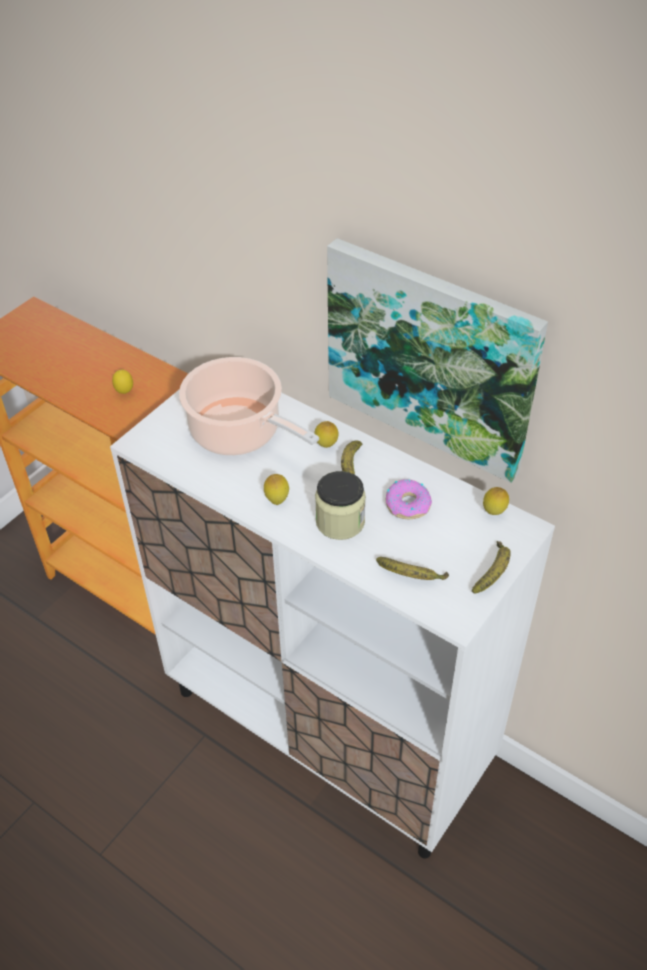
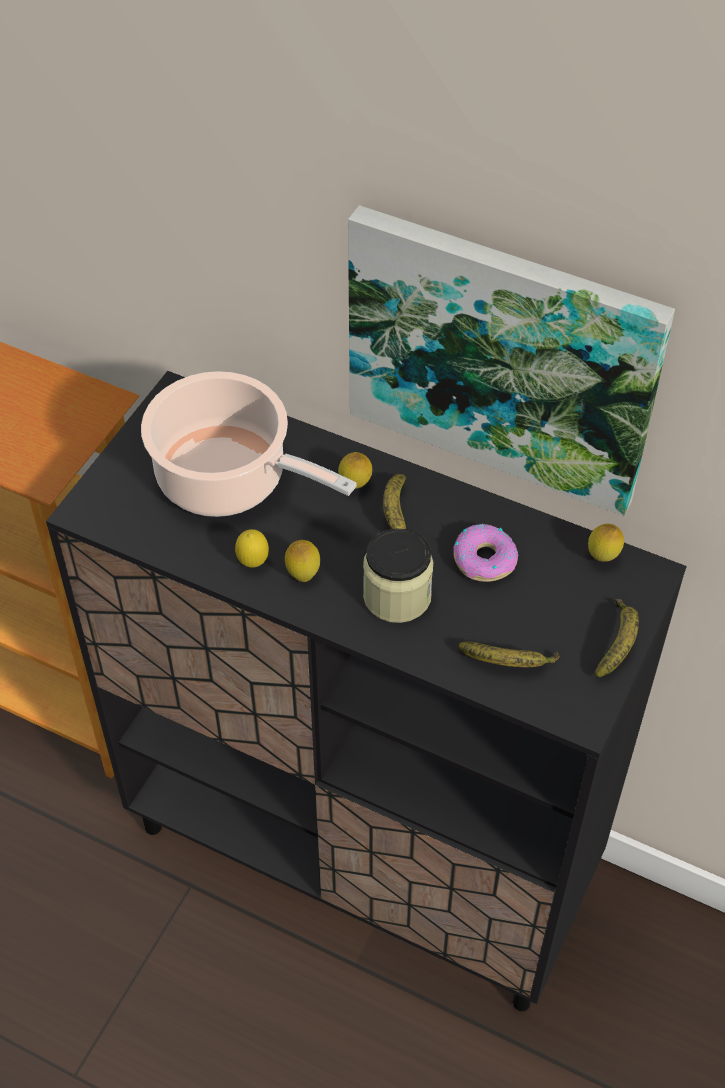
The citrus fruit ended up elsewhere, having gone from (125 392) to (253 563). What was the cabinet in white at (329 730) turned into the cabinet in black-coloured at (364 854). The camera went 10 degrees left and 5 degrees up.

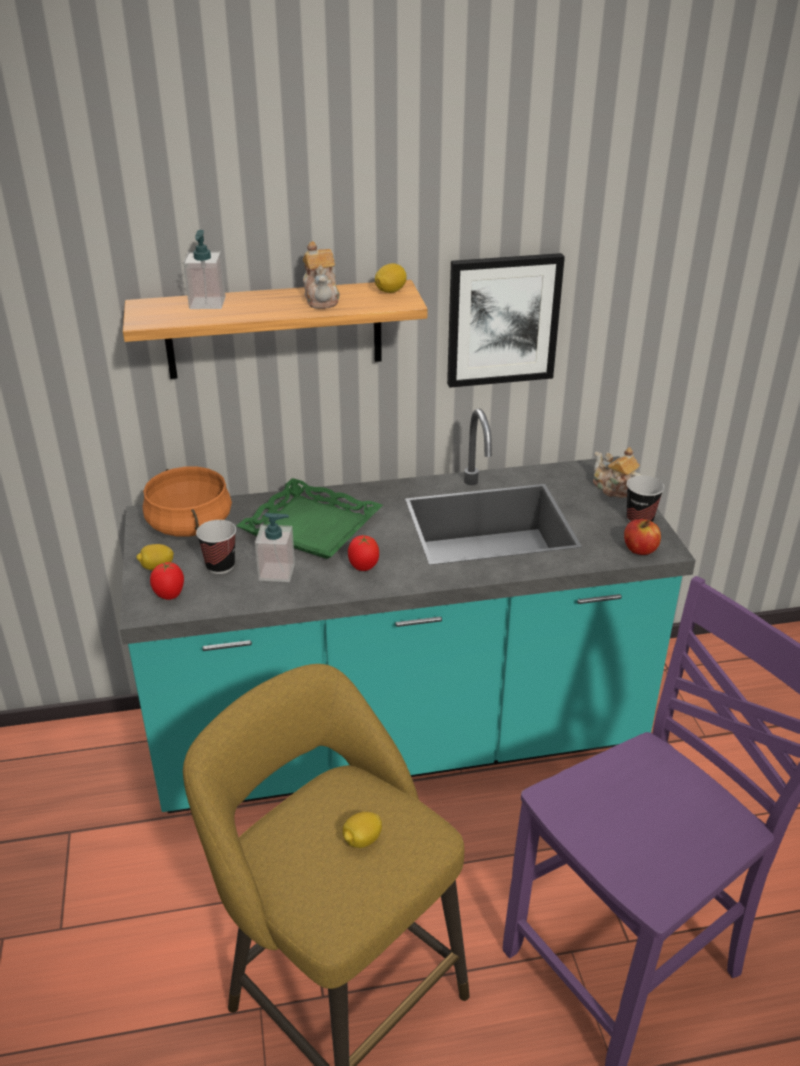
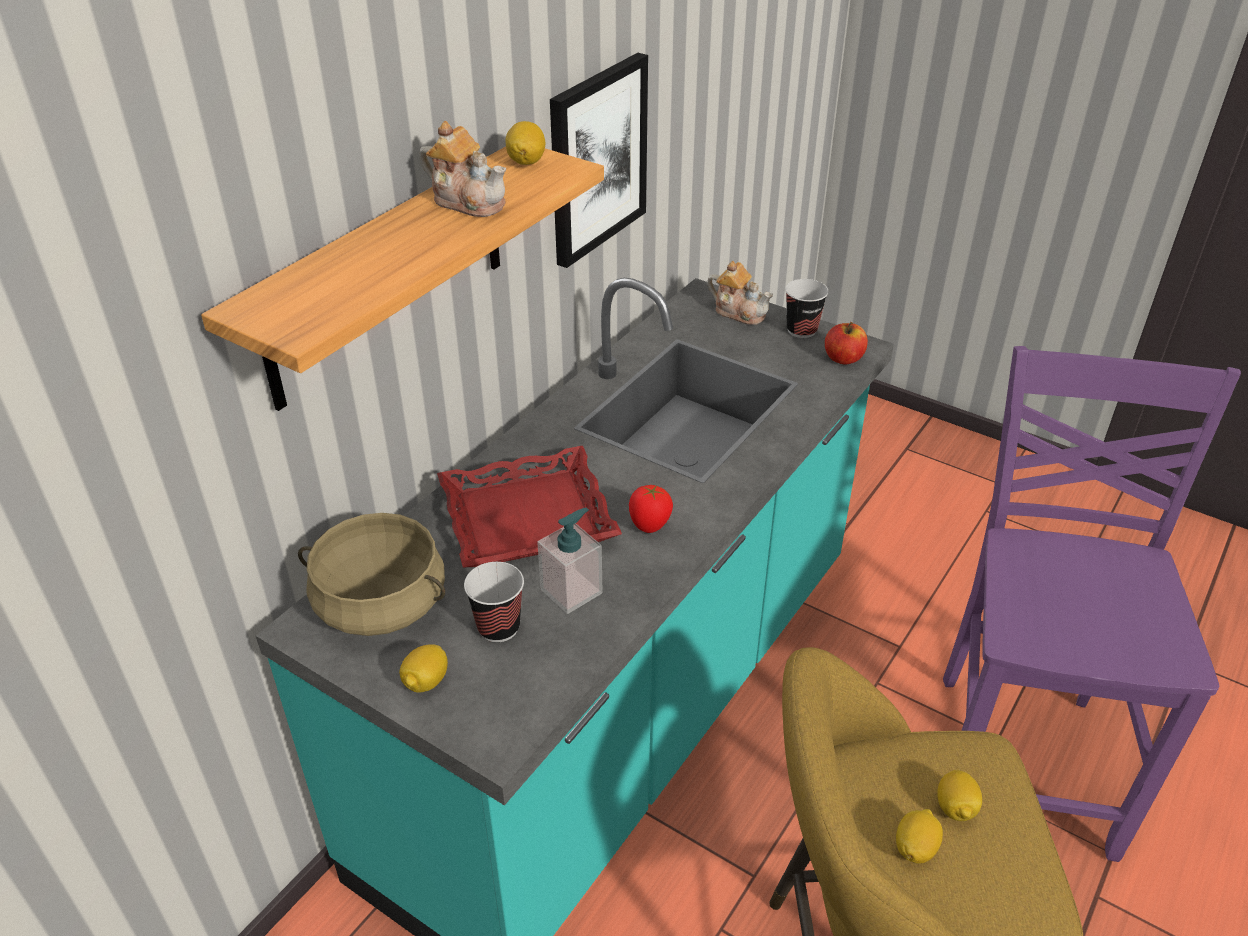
The second view lost the soap bottle at (207 303). The pot for tea at (614 488) ended up facing another way, 150 degrees counterclockwise from before. What was the stockpot in orange-coloured at (189 524) turned into the stockpot in beige at (380 604). What was the serving tray in green-coloured at (310 527) turned into the serving tray in red-coloured at (527 519). The second view lost the tomato at (170 596). The second view gained the citrus fruit at (915 848). The camera went 45 degrees left and 5 degrees up.

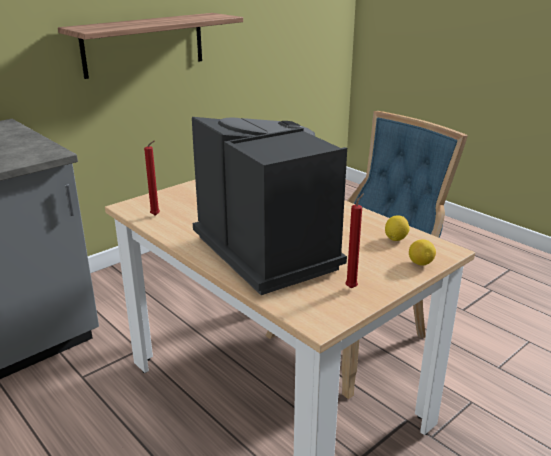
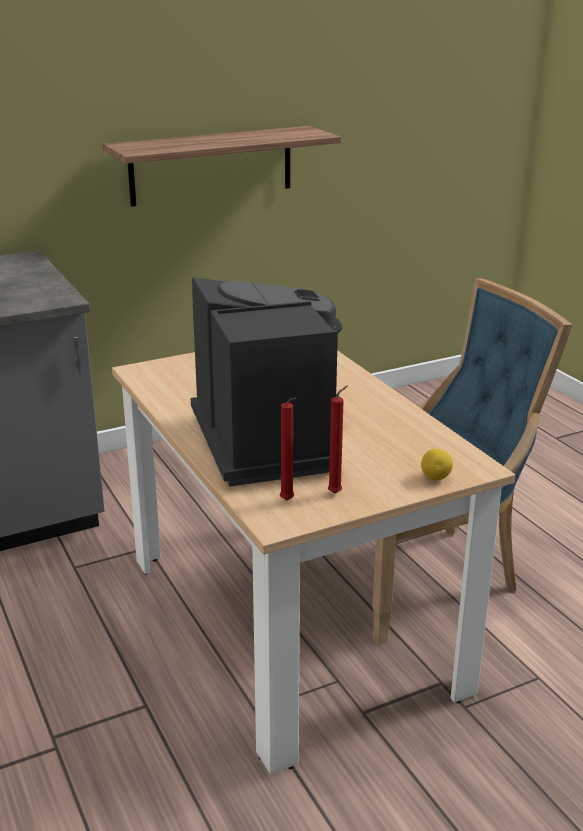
The wax light in red-coloured ended up elsewhere, having gone from (156 216) to (288 501). The second view lost the citrus fruit at (395 239). The camera went 15 degrees right and 0 degrees up.

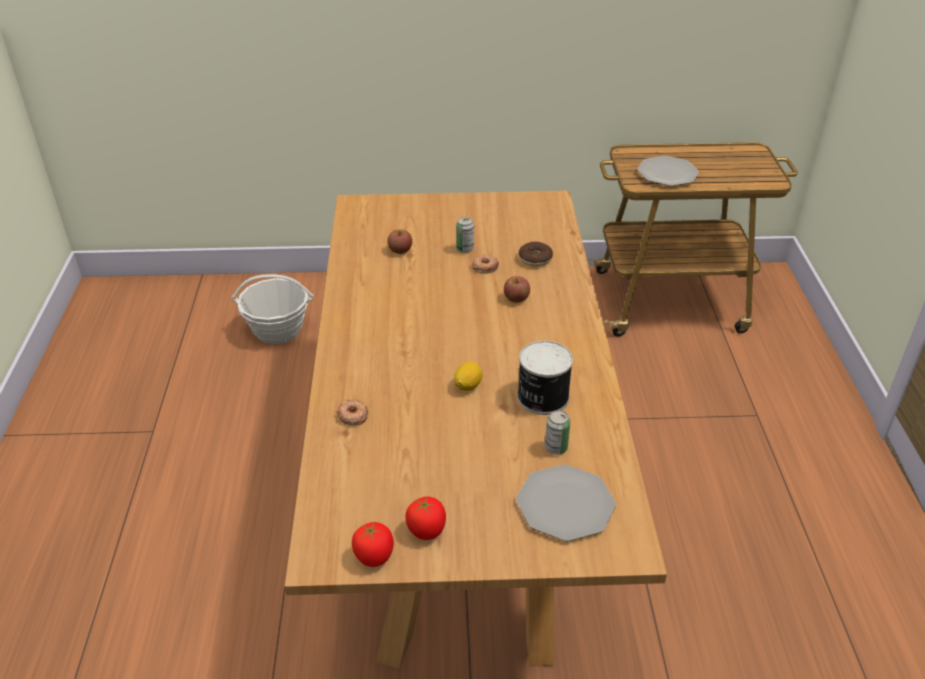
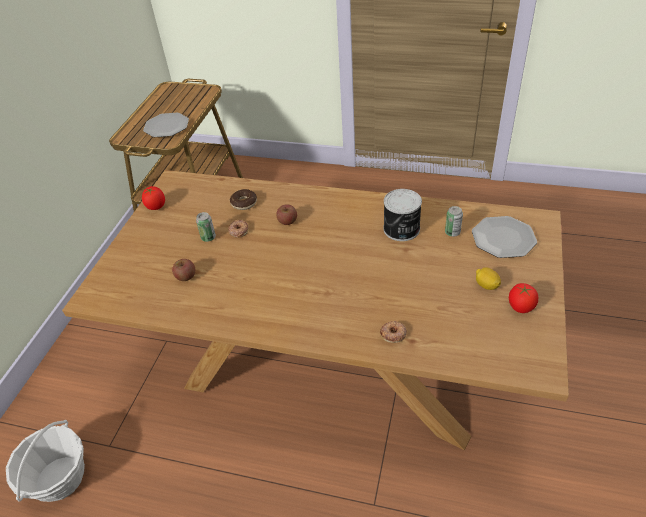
The citrus fruit ended up elsewhere, having gone from (468 385) to (486 285). The tomato ended up elsewhere, having gone from (374 556) to (156 206). The camera went 70 degrees left and 5 degrees up.

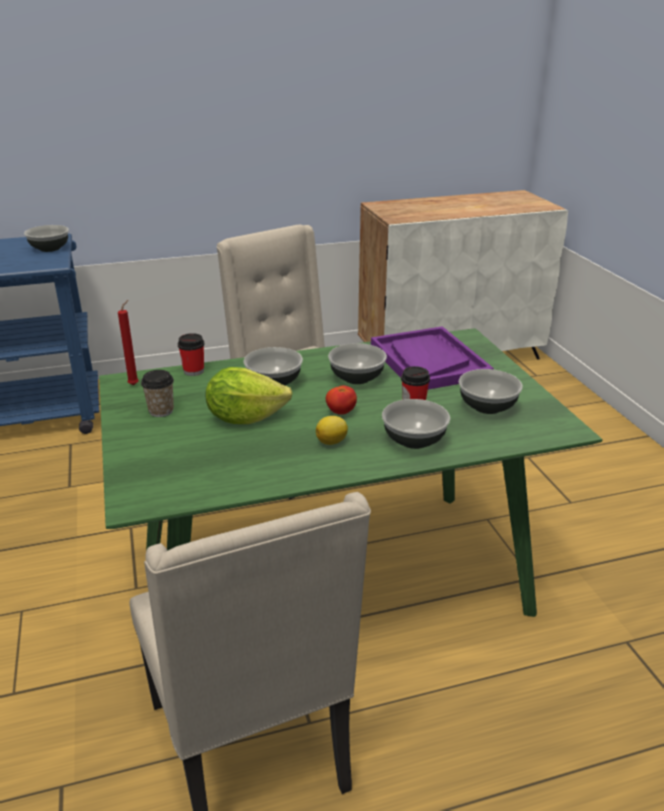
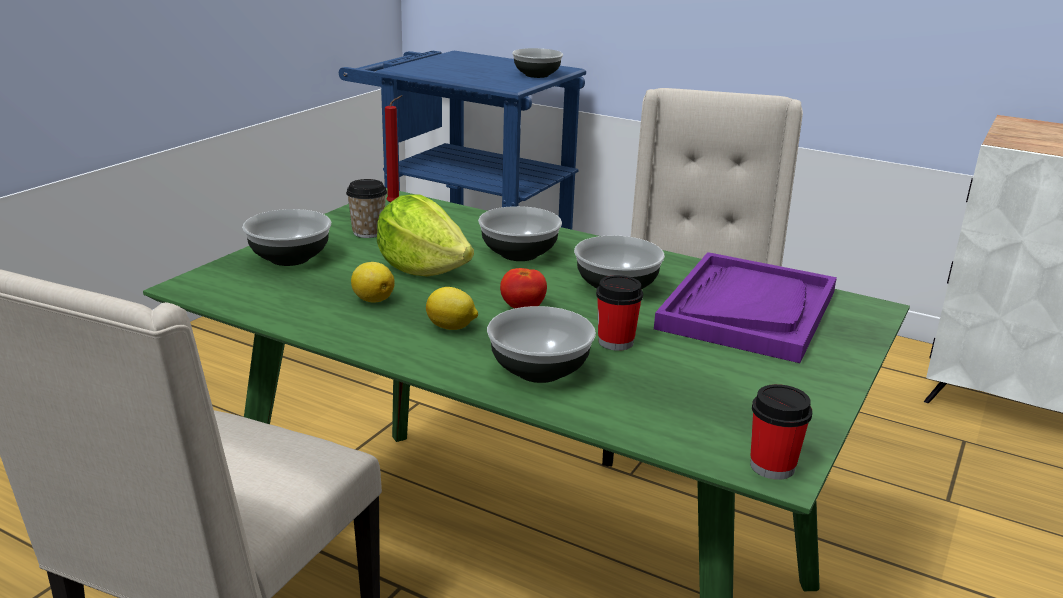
The cup ended up elsewhere, having gone from (193 371) to (772 466). The bowl ended up elsewhere, having gone from (486 406) to (290 258). The second view gained the citrus fruit at (372 299). The camera went 45 degrees right and 5 degrees down.

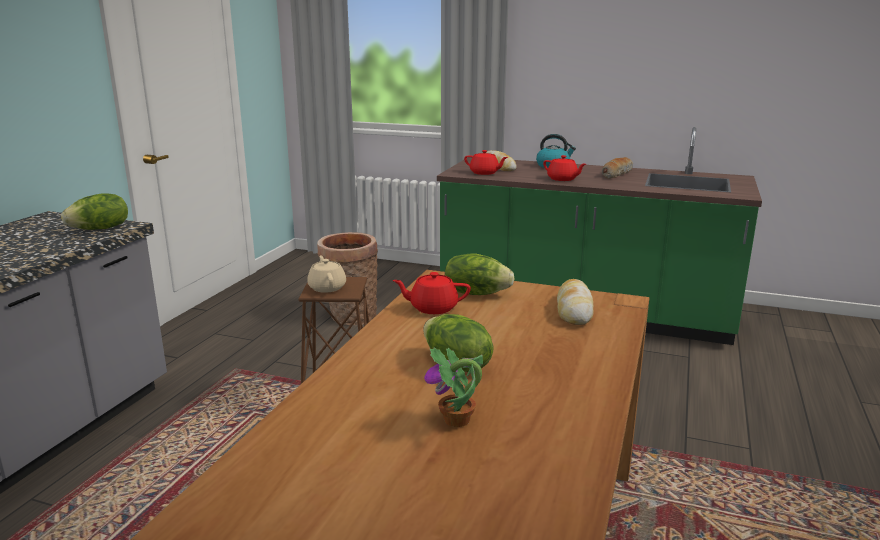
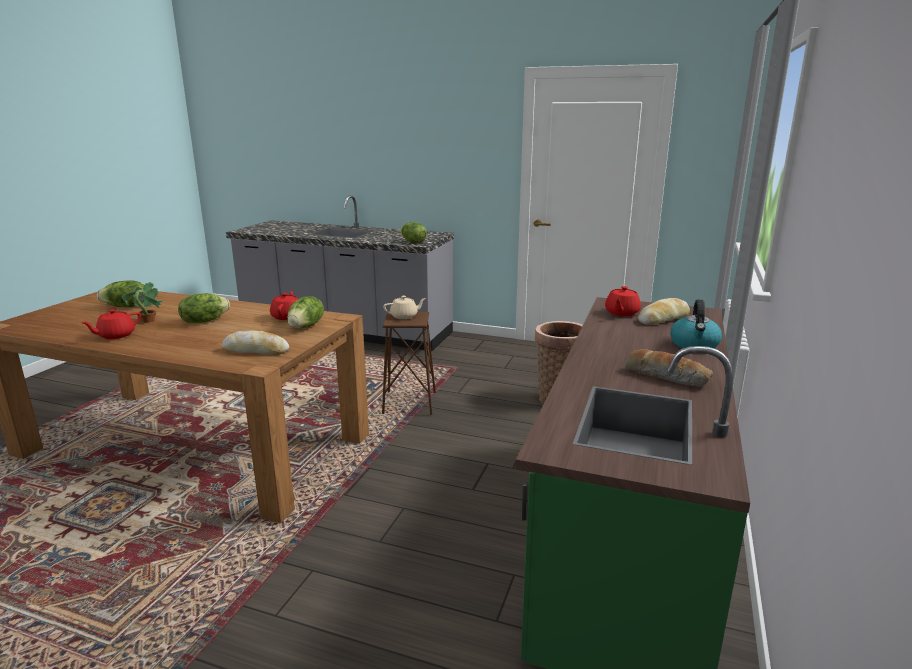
The pot for tea in red-coloured ended up elsewhere, having gone from (562 179) to (115 335). The second view gained the head of lettuce at (126 307). The camera went 90 degrees right and 0 degrees up.

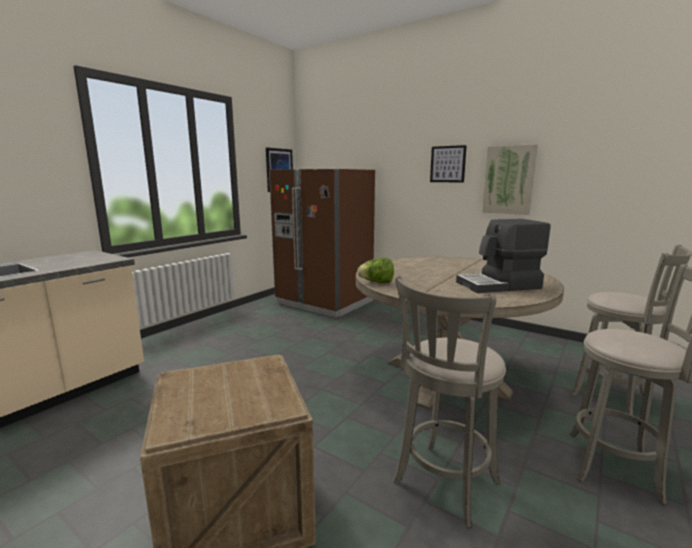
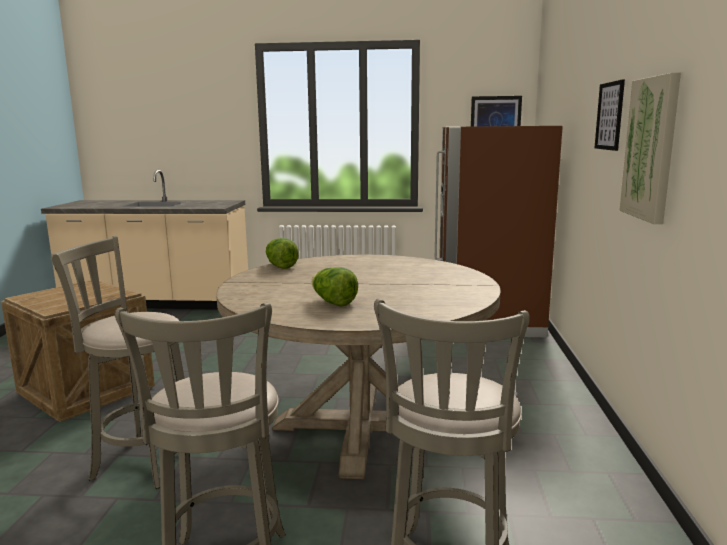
Where the coffee machine stood at (499 285), the head of lettuce came to stand at (333 302). The camera went 60 degrees right and 0 degrees up.

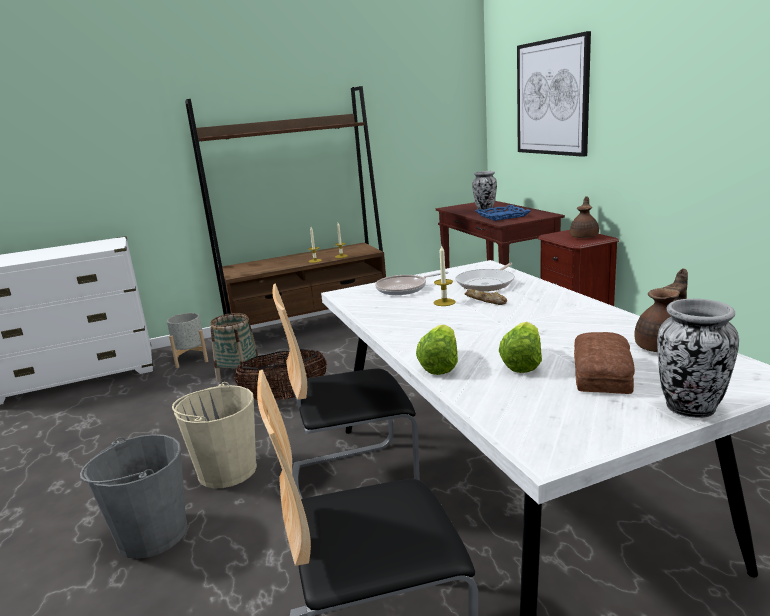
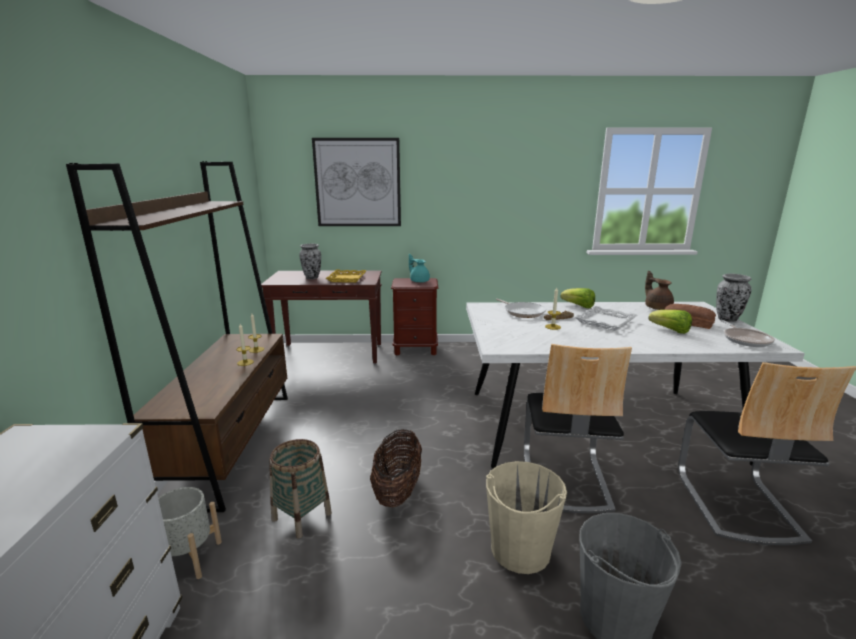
What was the pot for tea in brown-coloured at (584 236) turned into the pot for tea in turquoise-coloured at (419 281). What was the serving tray in blue at (502 216) turned into the serving tray in yellow at (346 279). The pan ended up elsewhere, having gone from (404 288) to (745 340). The head of lettuce ended up elsewhere, having gone from (440 365) to (578 306). The second view gained the serving tray in white at (605 322). The camera went 70 degrees left and 0 degrees up.

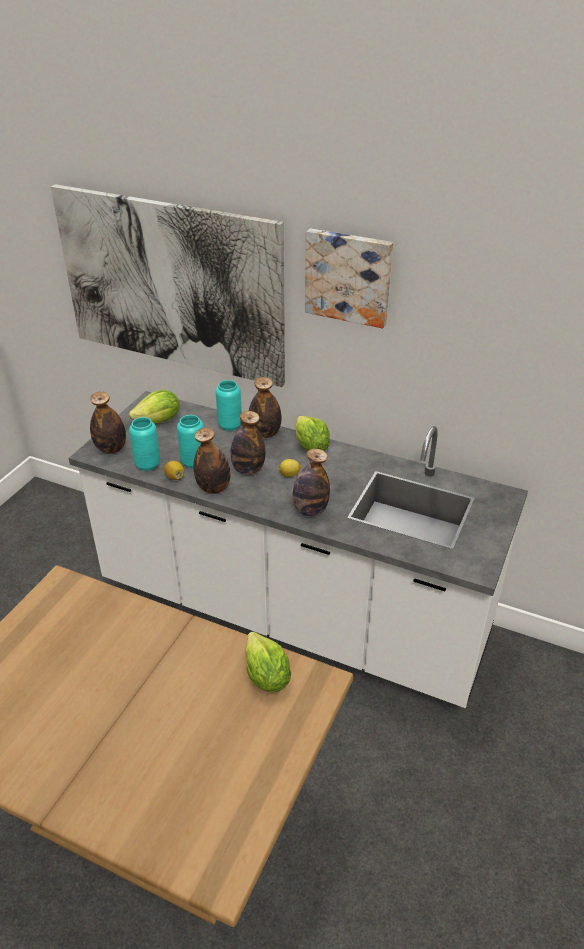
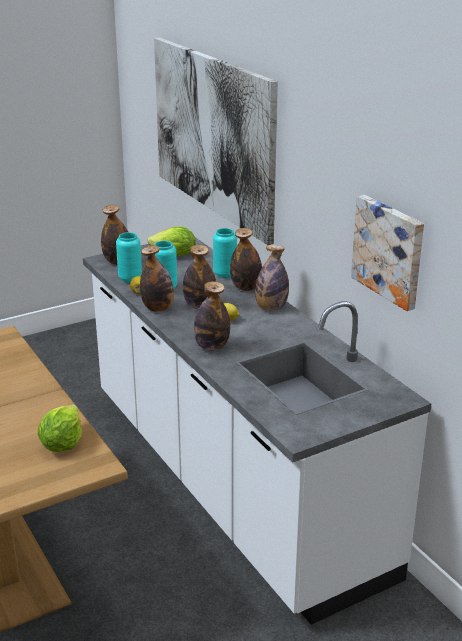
The wall picture ended up elsewhere, having gone from (348 276) to (389 250). Where the head of lettuce stood at (310 447), the beverage bottle came to stand at (271 308). The camera went 35 degrees right and 10 degrees down.

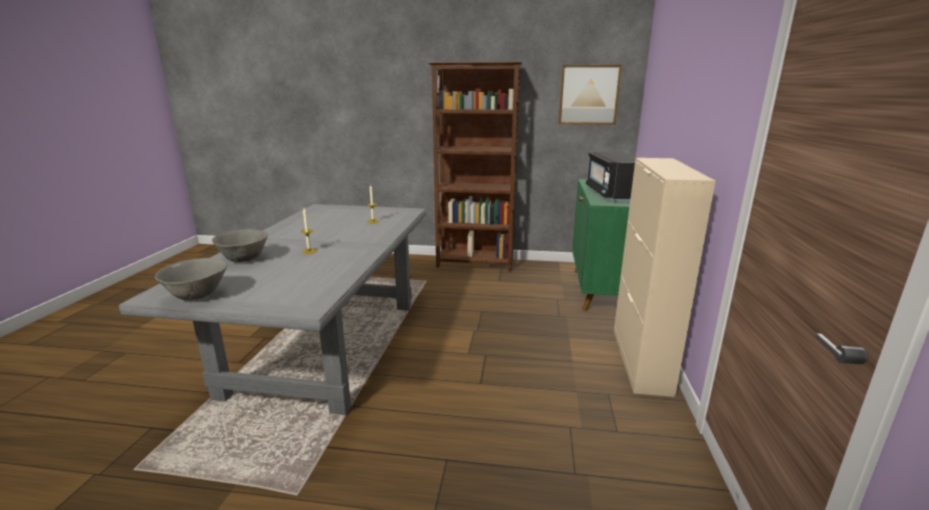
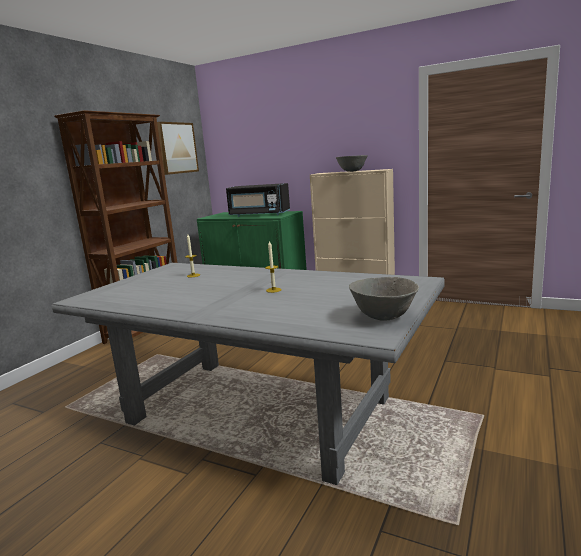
The bowl in grey ended up elsewhere, having gone from (244 259) to (352 171). The camera went 70 degrees left and 5 degrees down.

